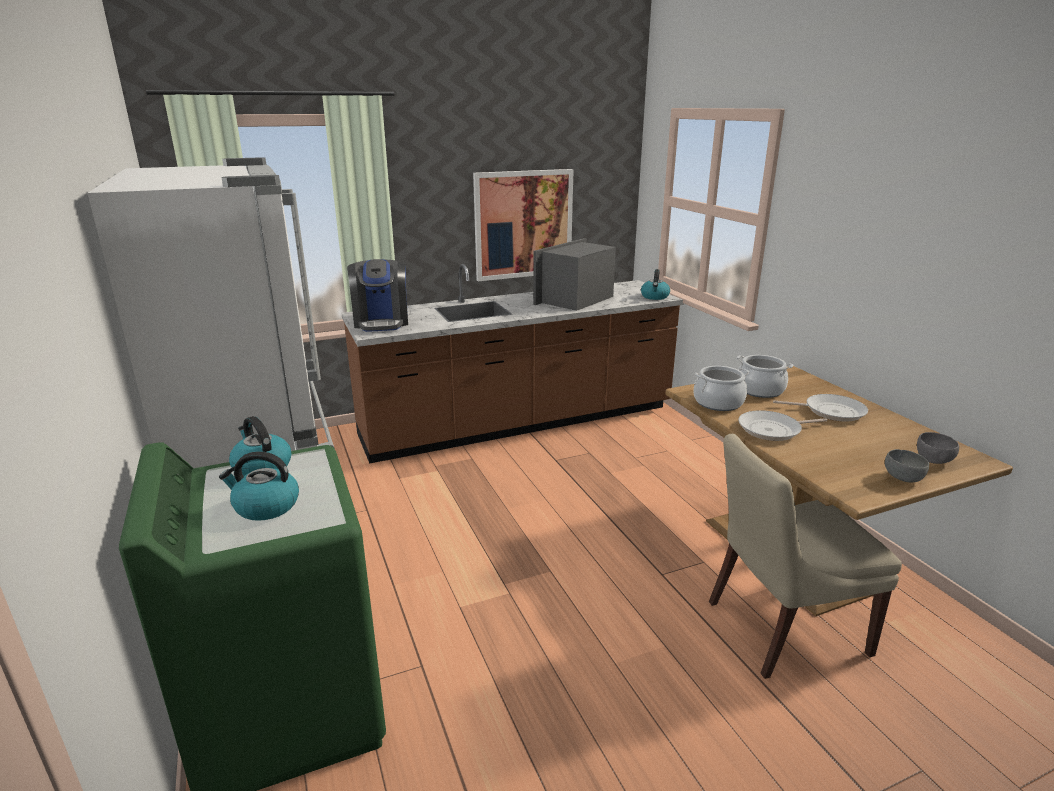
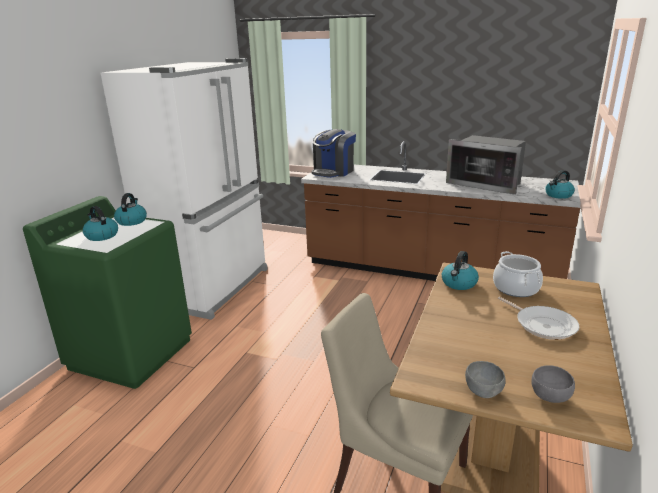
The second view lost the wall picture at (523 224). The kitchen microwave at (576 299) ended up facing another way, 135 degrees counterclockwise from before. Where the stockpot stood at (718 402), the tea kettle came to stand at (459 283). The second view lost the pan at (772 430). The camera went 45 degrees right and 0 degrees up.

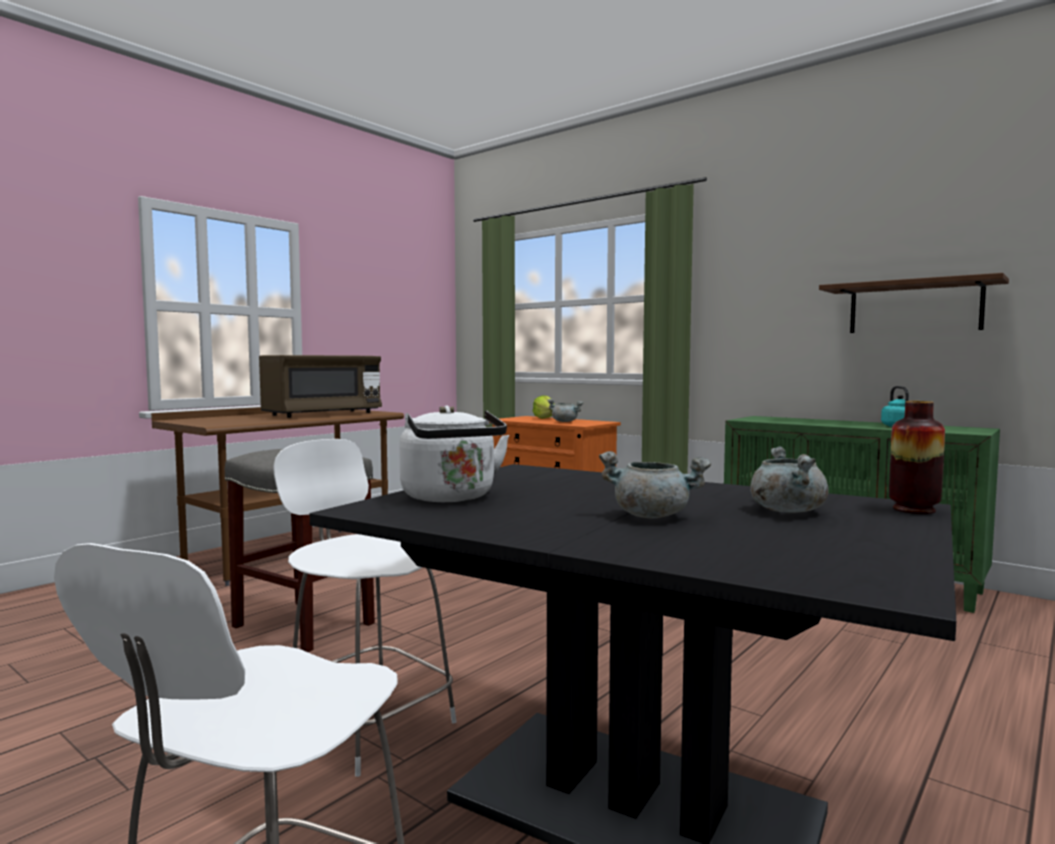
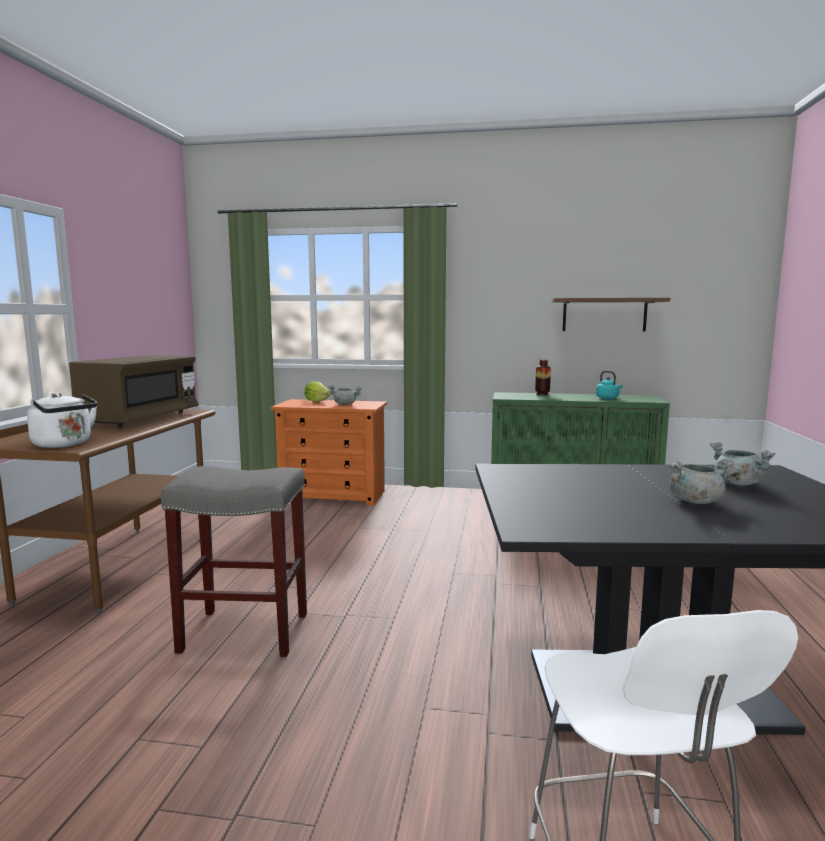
The decorative vase ended up elsewhere, having gone from (913 510) to (542 394). The tea kettle in white ended up elsewhere, having gone from (451 498) to (65 444). The second view lost the chair in white at (367 723). The camera went 30 degrees left and 5 degrees up.

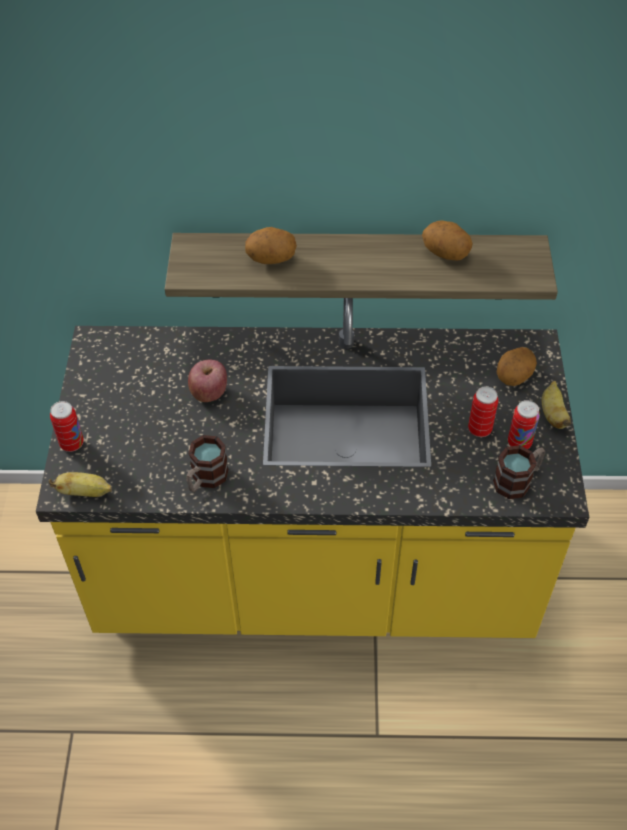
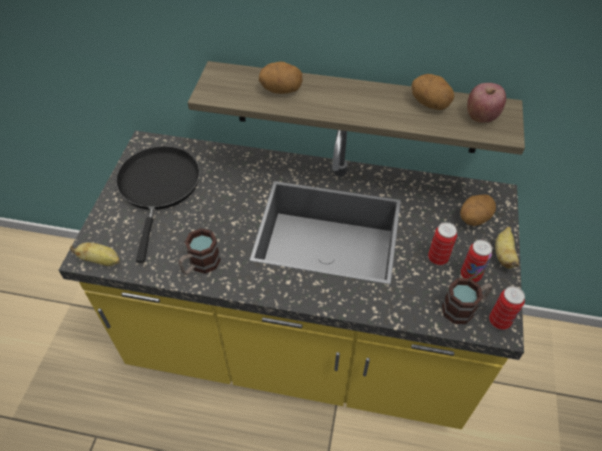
The whole apple ended up elsewhere, having gone from (209 393) to (481 116). The can ended up elsewhere, having gone from (72 443) to (499 321). The second view gained the pan in black-coloured at (159 187). The camera went 10 degrees right and 0 degrees up.

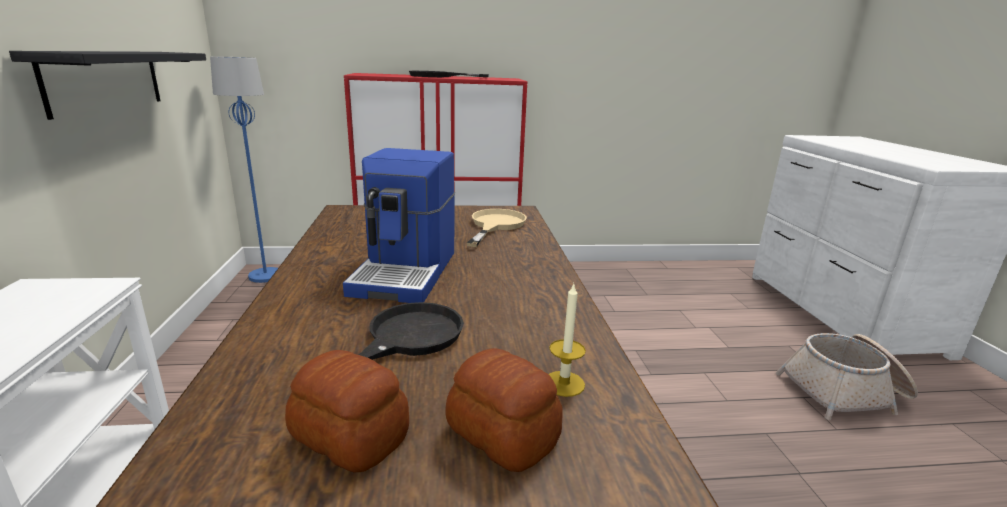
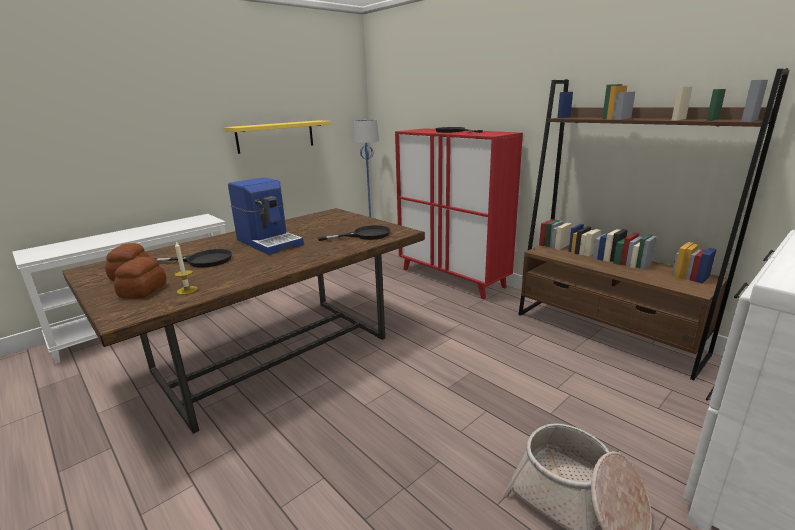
What was the bracket shelf in black-coloured at (105 80) turned into the bracket shelf in yellow at (275 136). The coffee machine at (407 272) ended up facing another way, 105 degrees counterclockwise from before. What was the pan in beige at (495 225) turned into the pan in black-coloured at (364 235). The second view gained the bookshelf in brown-coloured at (606 333). The camera went 55 degrees right and 0 degrees up.

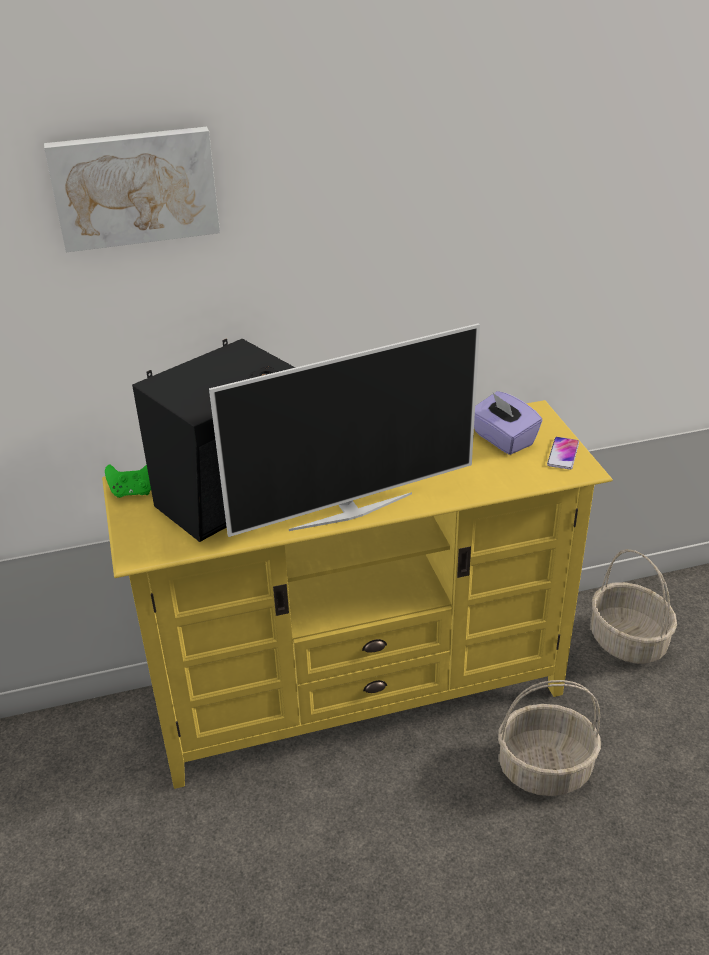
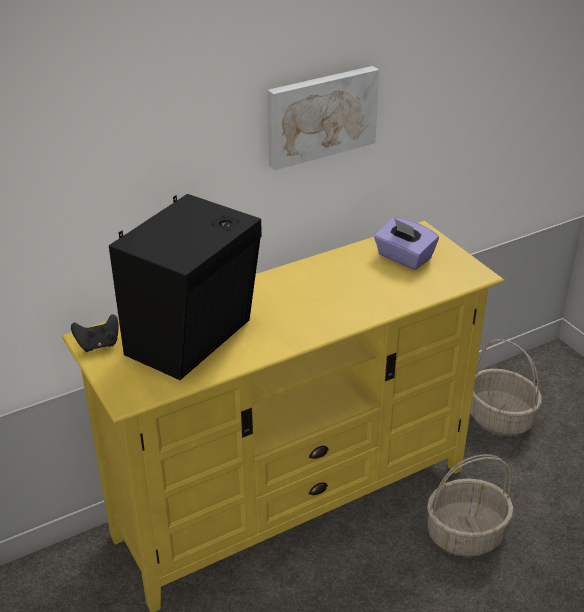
The wall picture ended up elsewhere, having gone from (134 187) to (320 115). The second view lost the TV set at (350 510). The second view lost the handset at (563 454). What was the game controller in green-coloured at (133 492) turned into the game controller in black-coloured at (98 345). The camera went 15 degrees left and 0 degrees up.

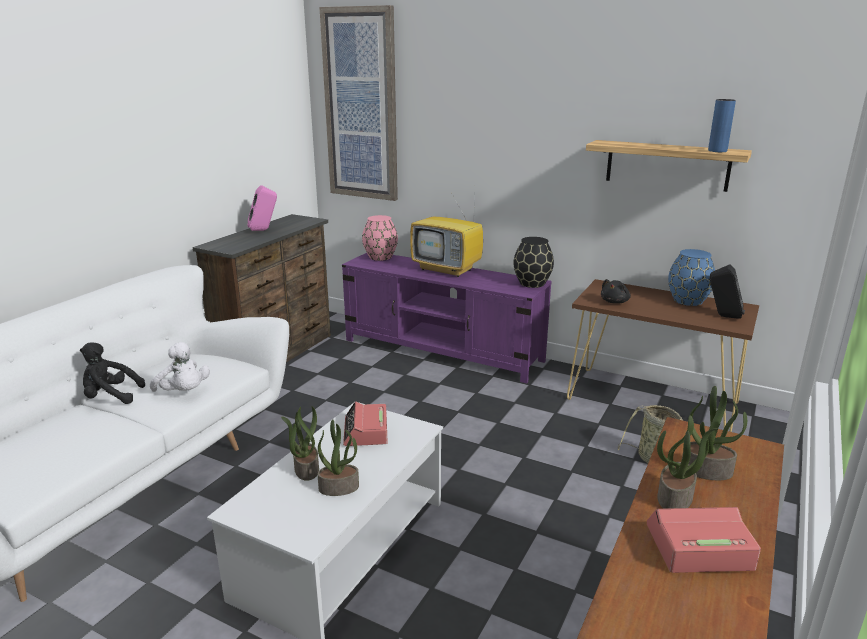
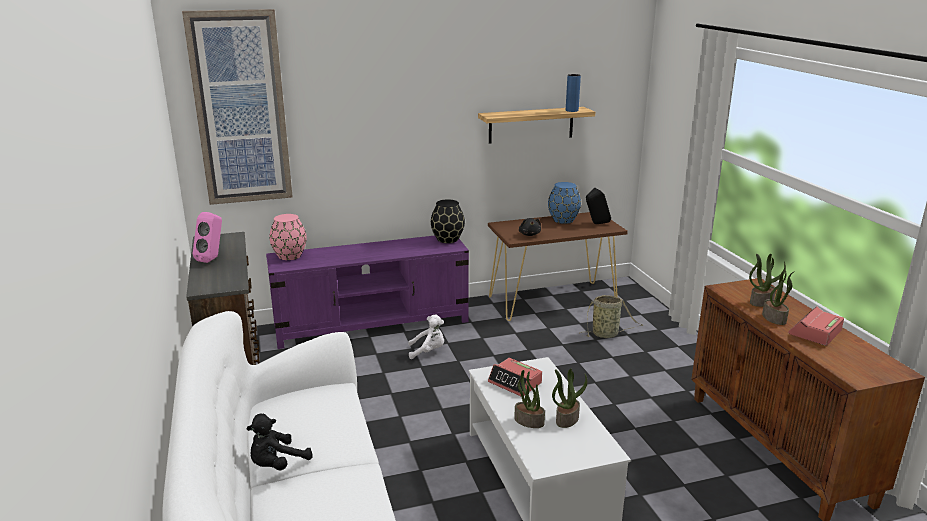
The second view lost the TV set at (448 269). The soft toy in white ended up elsewhere, having gone from (183 392) to (428 351). The camera went 45 degrees left and 0 degrees up.

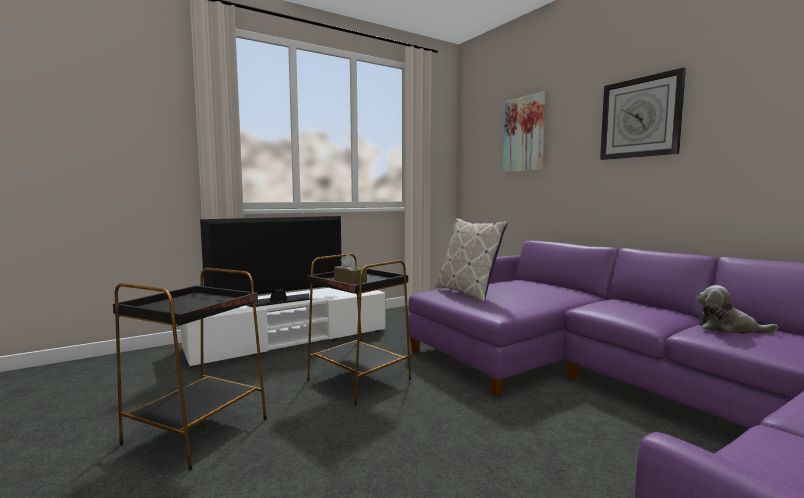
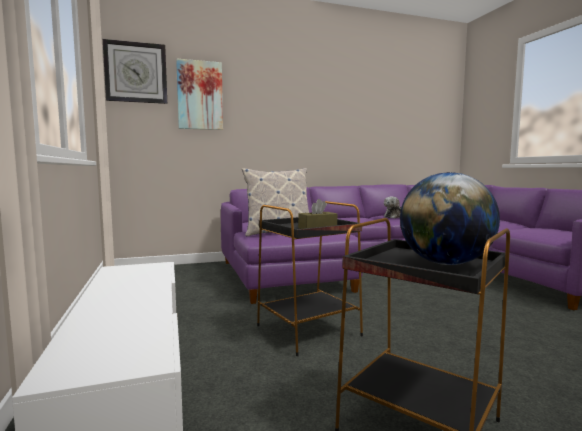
The clock on the wall ended up elsewhere, having gone from (640 118) to (136 72). The second view lost the TV set at (278 300). The second view gained the desk globe at (445 263). The camera went 75 degrees left and 0 degrees up.

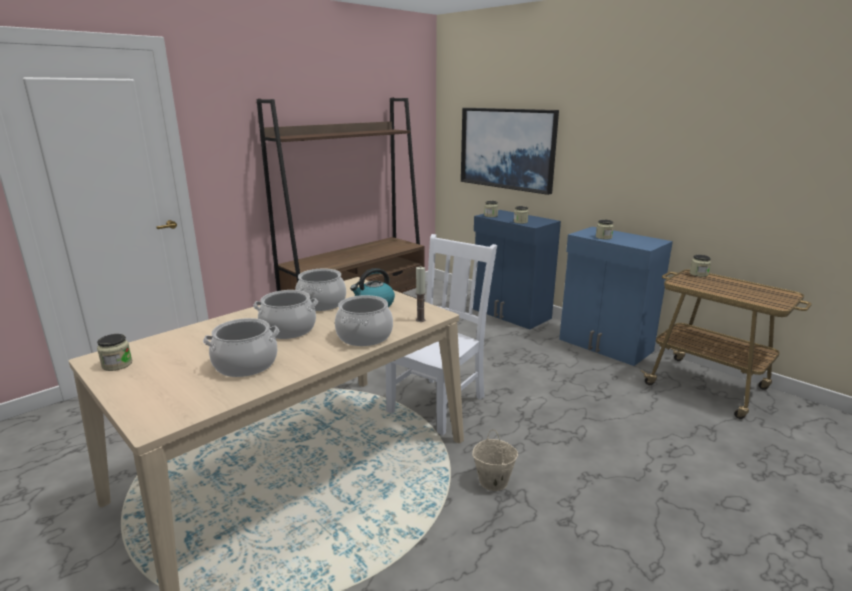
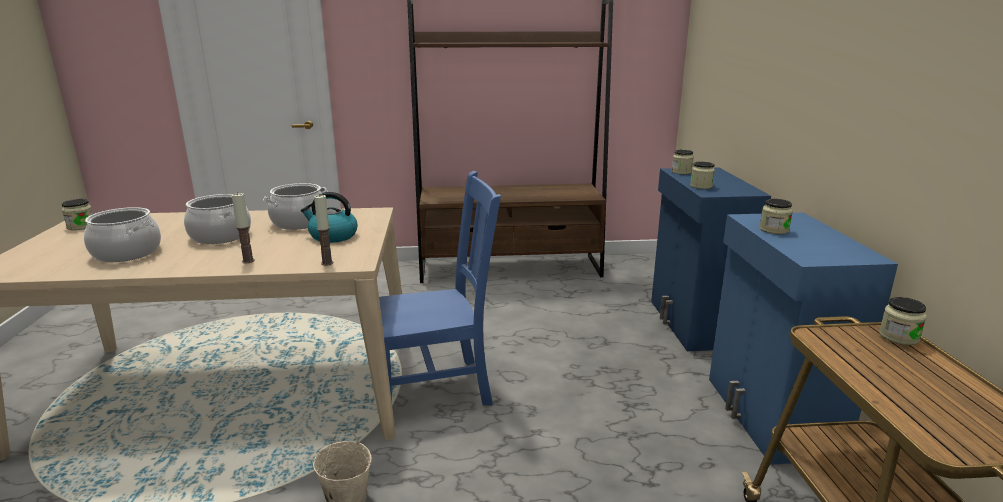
The second view lost the wall picture at (507 148). What was the chair in white at (439 403) turned into the chair in blue at (437 388). Where the stockpot stood at (364 336), the wax light came to stand at (248 261). The camera went 40 degrees right and 0 degrees up.

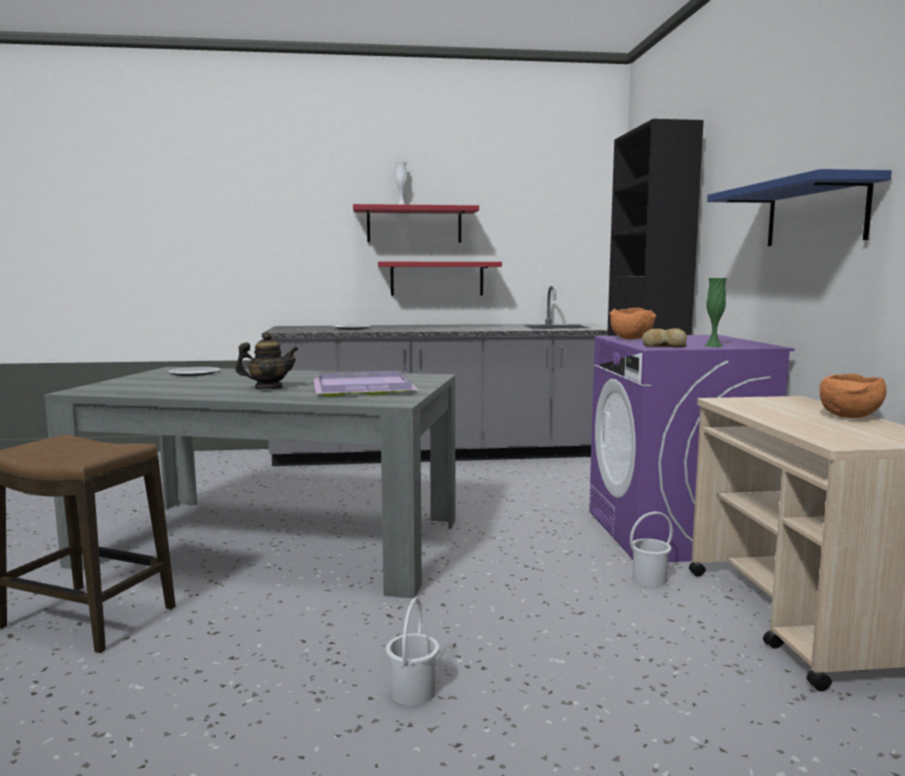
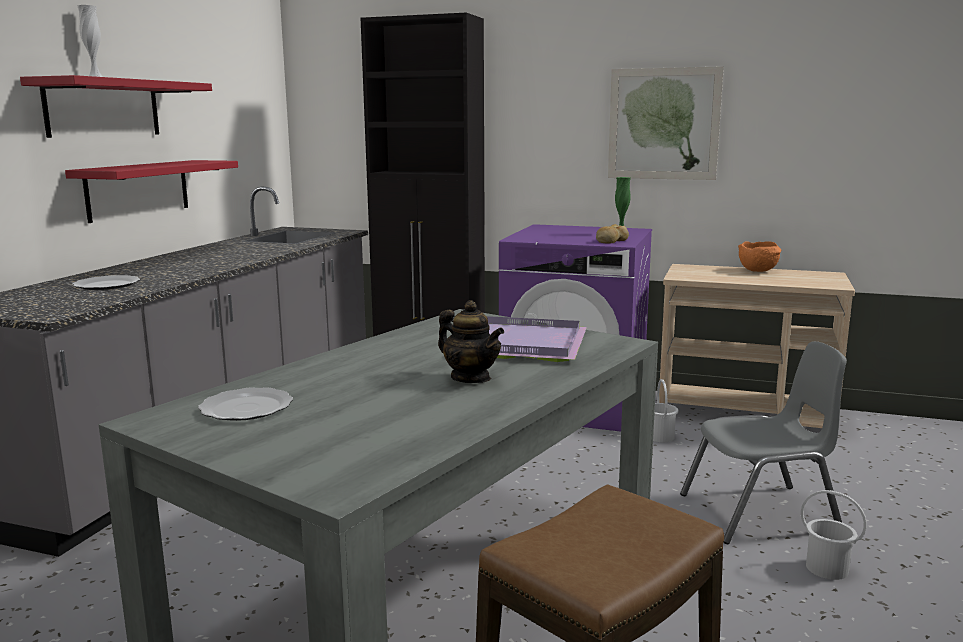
Where the bracket shelf in blue hung at (815 214), the wall picture came to hang at (663 124). The second view lost the bowl in orange-coloured at (631 339). The pot for tea at (268 388) ended up facing another way, 120 degrees clockwise from before. The second view gained the chair in grey at (760 513). The camera went 65 degrees left and 5 degrees up.

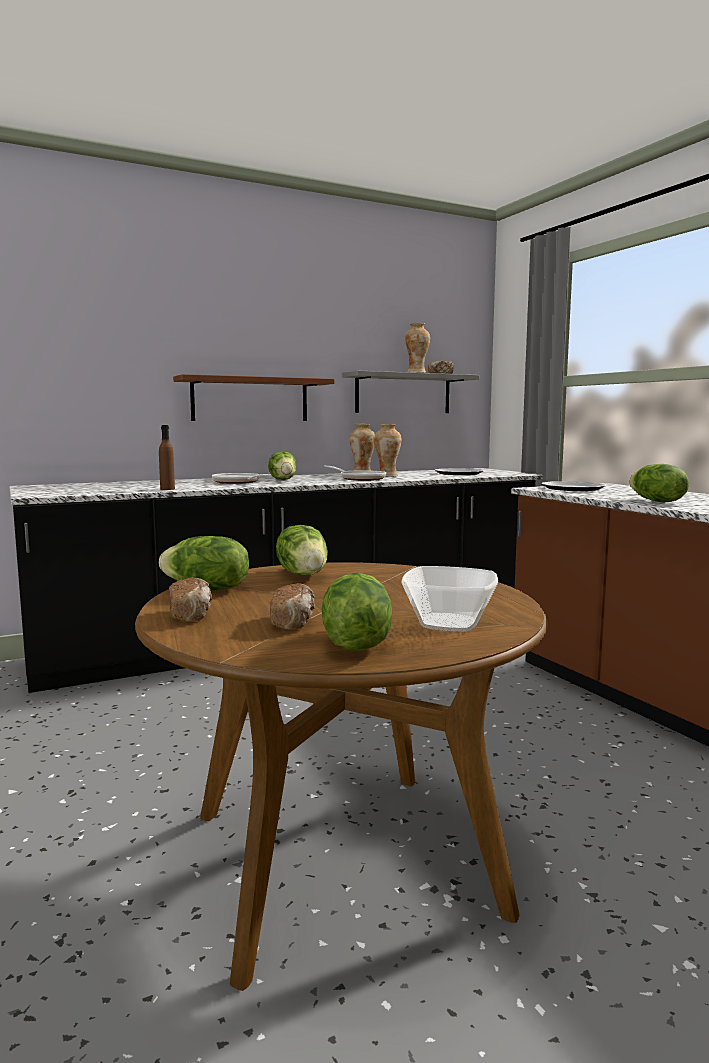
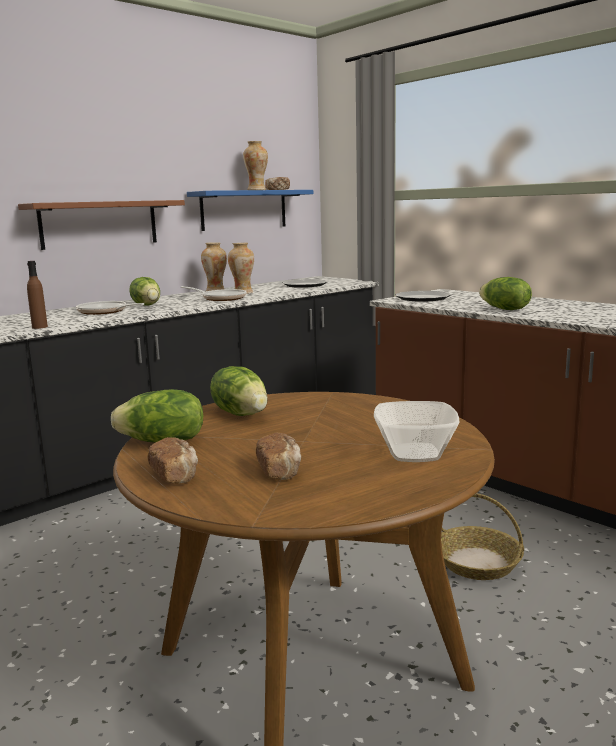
What was the bracket shelf in grey at (403 393) turned into the bracket shelf in blue at (244 210). The second view lost the head of lettuce at (354 643). The second view gained the basket at (476 563). The camera went 15 degrees left and 5 degrees up.

